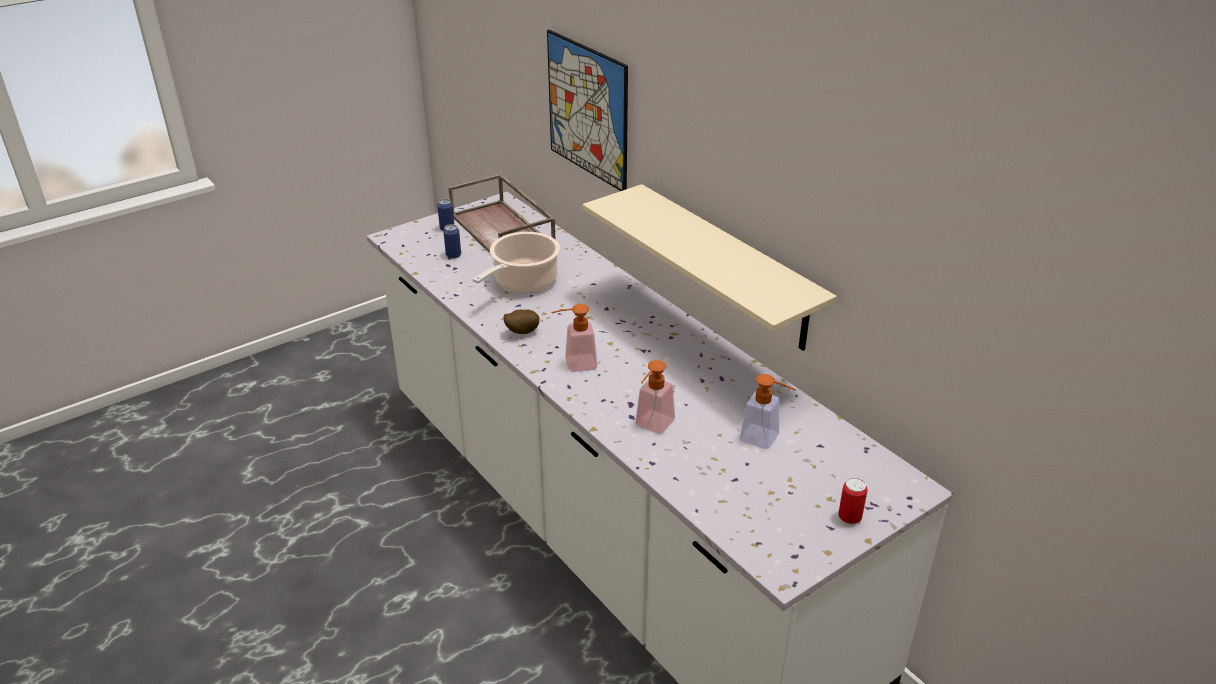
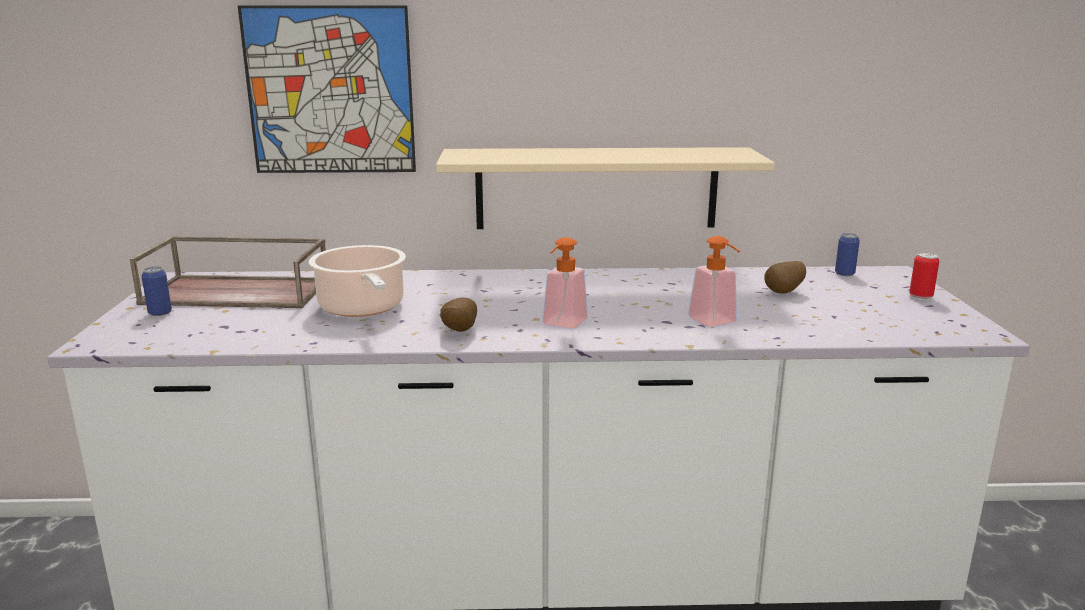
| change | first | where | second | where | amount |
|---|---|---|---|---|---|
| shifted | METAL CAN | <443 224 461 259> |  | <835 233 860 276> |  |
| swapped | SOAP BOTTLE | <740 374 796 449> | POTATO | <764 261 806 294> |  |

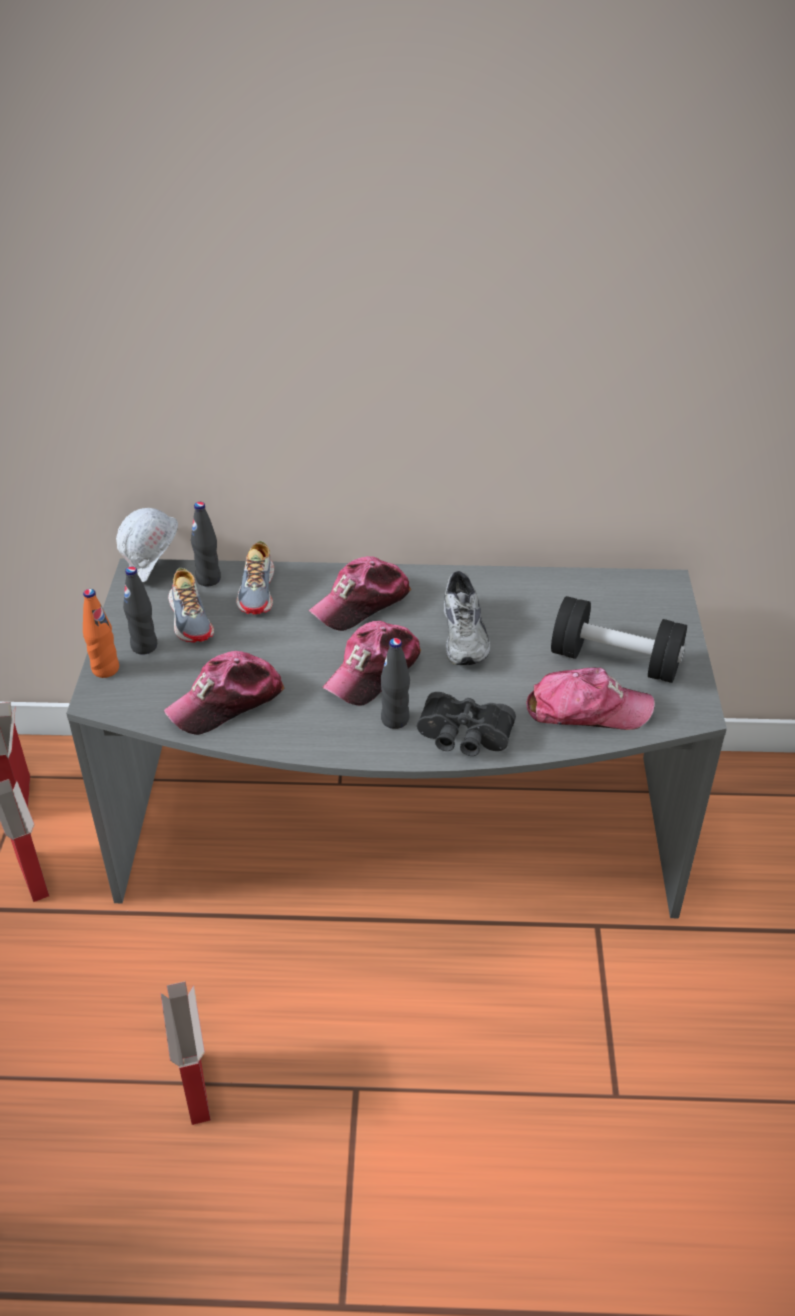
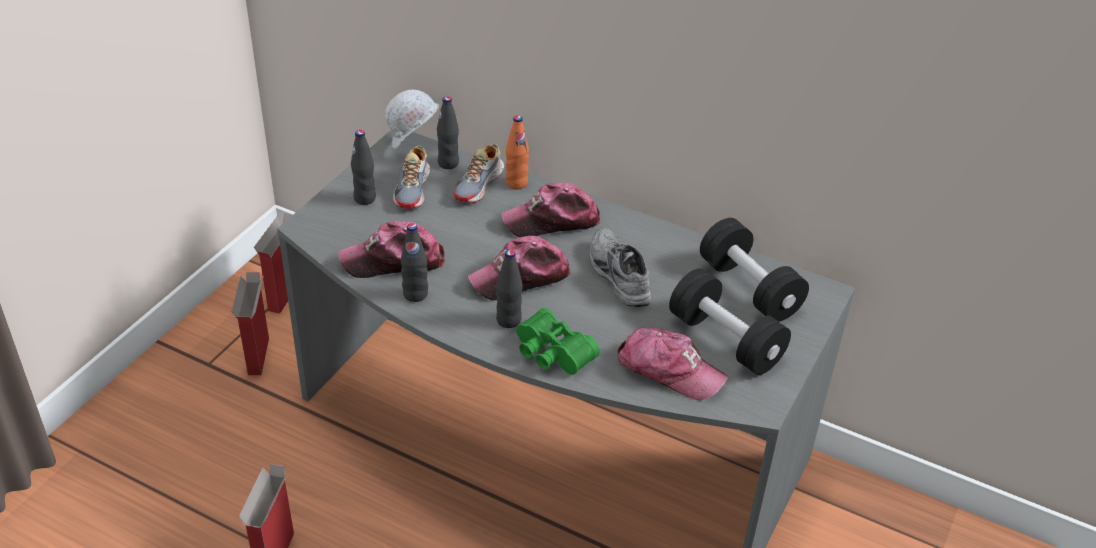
| change | first | where | second | where | amount |
|---|---|---|---|---|---|
| shifted | ORANGE BOTTLE | <83 589 119 678> |  | <506 115 529 189> |  |
| repainted | BLACK FIELD GLASSES | <417 692 516 756> | GREEN FIELD GLASSES | <516 308 600 375> |  |
| rotated | GREY SHOE | <444 571 490 665> |  | <589 228 651 307> | 135 degrees clockwise |
| new |  |  | BLACK BOTTLE | <401 223 428 302> |  |
| new |  |  | BLACK DUMBBELL | <700 218 809 322> |  |

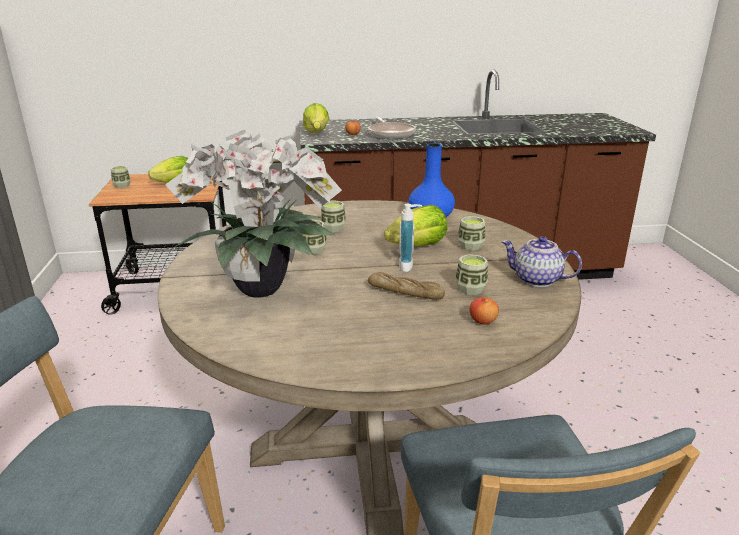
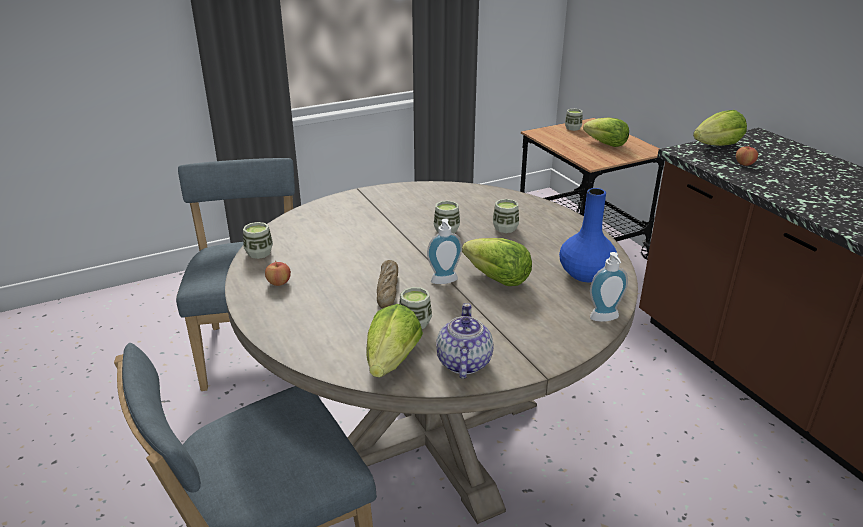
| change | first | where | second | where | amount |
|---|---|---|---|---|---|
| gone | PLANT IN A POT | <165 130 342 298> |  |  |  |
| gone | PAN | <368 117 416 139> |  |  |  |
| shifted | DRINKING CUP | <458 216 485 251> |  | <243 222 273 259> |  |
| shifted | APPLE FRUIT | <470 297 499 325> |  | <265 261 291 286> |  |
| new |  |  | LETTUCE | <366 304 423 377> |  |
| new |  |  | SOAP BOTTLE | <590 252 628 321> |  |

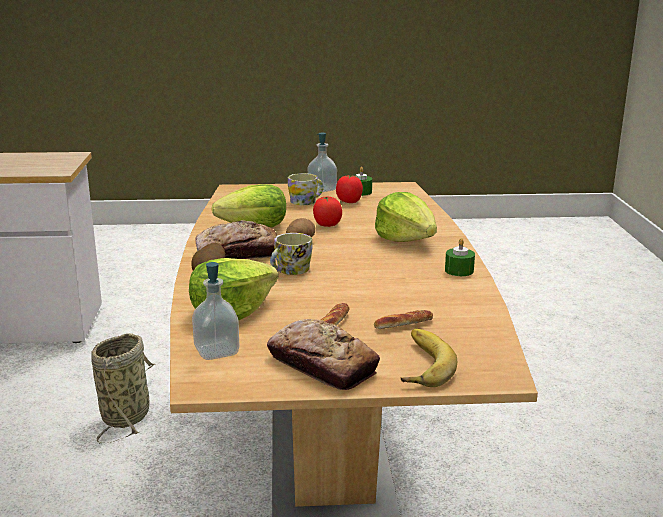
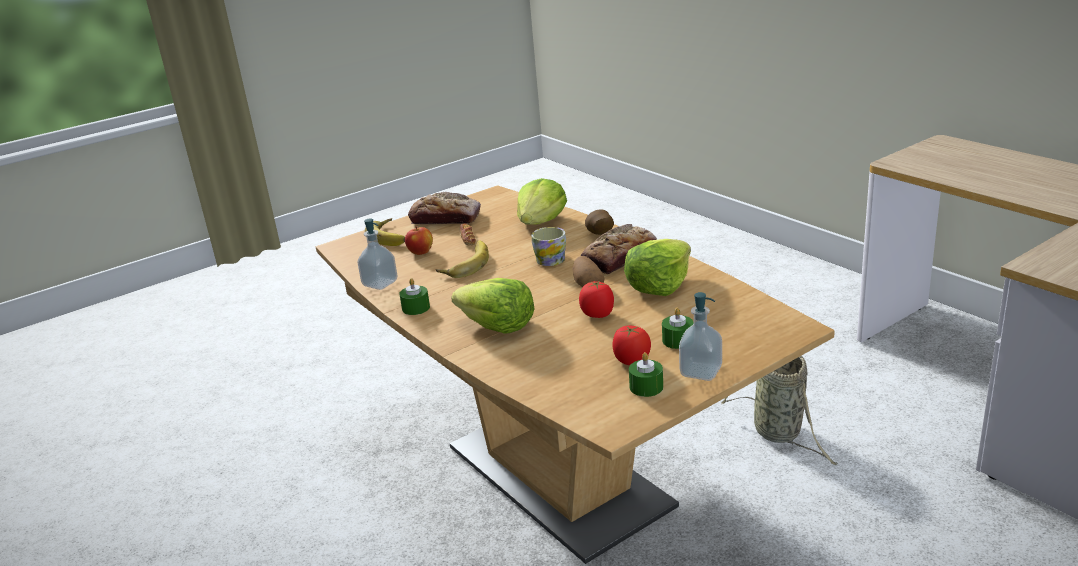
| change | first | where | second | where | amount |
|---|---|---|---|---|---|
| shifted | SOAP BOTTLE | <192 262 239 360> |  | <357 218 397 290> |  |
| swapped | TEA MUG | <288 173 324 205> | GREEN WAX CANDLE | <662 308 694 349> |  |
| swapped | BREAD | <374 310 433 329> | APPLE FRUIT | <405 226 433 255> |  |
| new |  |  | WHOLE BANANA | <436 240 489 278> |  |

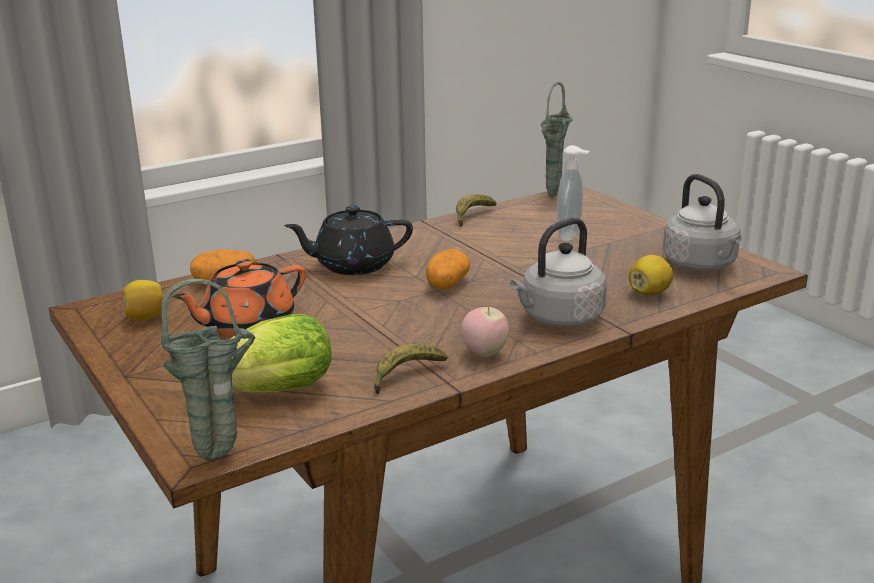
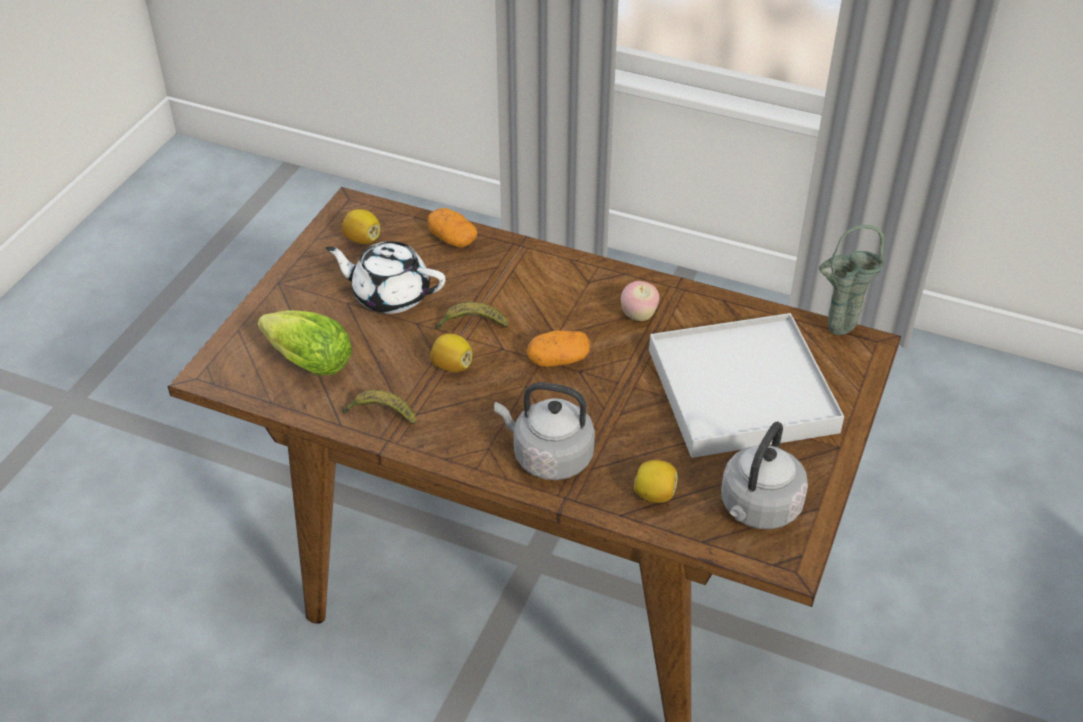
| change | first | where | second | where | amount |
|---|---|---|---|---|---|
| gone | GREEN VASE | <161 279 256 460> |  |  |  |
| repainted | ORANGE POT FOR TEA | <172 259 306 338> | WHITE-COLOURED POT FOR TEA | <326 241 446 314> |  |
| gone | BLACK POT FOR TEA | <284 205 413 275> |  |  |  |
| shifted | WHOLE BANANA | <456 194 497 227> |  | <435 302 508 330> |  |
| shifted | APPLE FRUIT | <461 306 509 357> |  | <621 281 659 321> |  |
| swapped | SOAP BOTTLE | <557 145 589 241> | WHITE-COLOURED TRAY | <649 313 844 458> |  |
| new |  |  | CITRUS FRUIT | <430 333 472 372> |  |

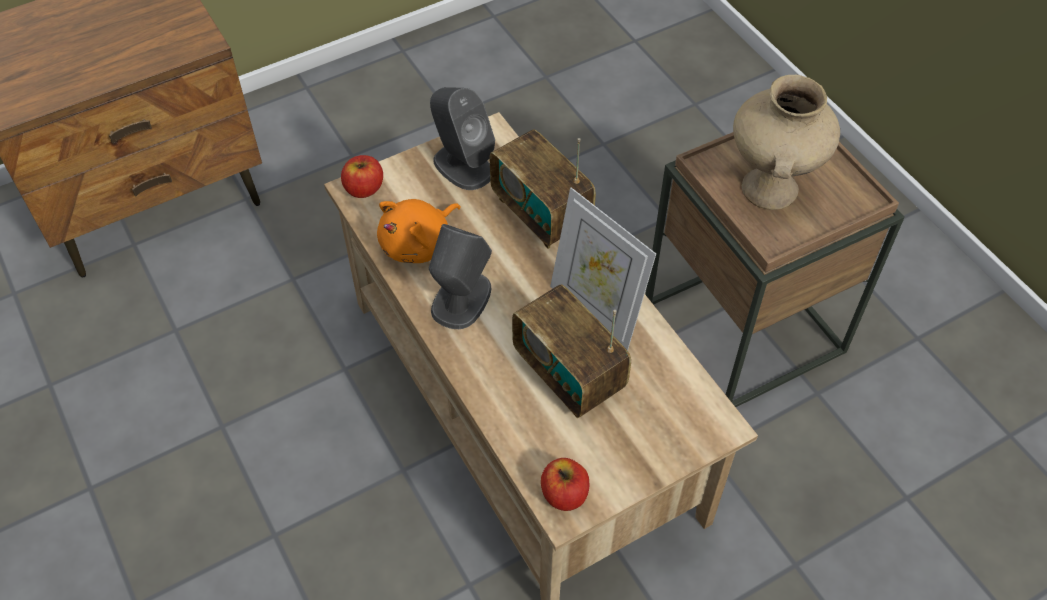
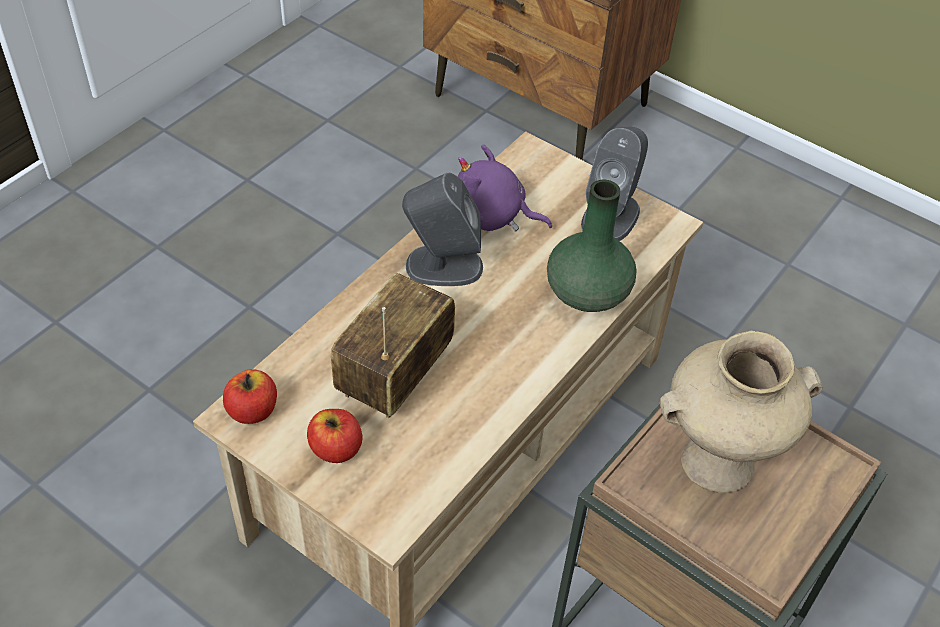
| change | first | where | second | where | amount |
|---|---|---|---|---|---|
| shifted | APPLE FRUIT | <341 155 383 198> |  | <307 409 363 463> |  |
| repainted | ORANGE PLUSH TOY | <377 199 460 263> | PURPLISH PLUSH TOY | <458 145 552 232> |  |
| swapped | RADIO SET | <490 129 596 249> | GREEN VASE | <547 180 636 312> |  |
| gone | PICTURE FRAME | <550 188 656 351> |  |  |  |

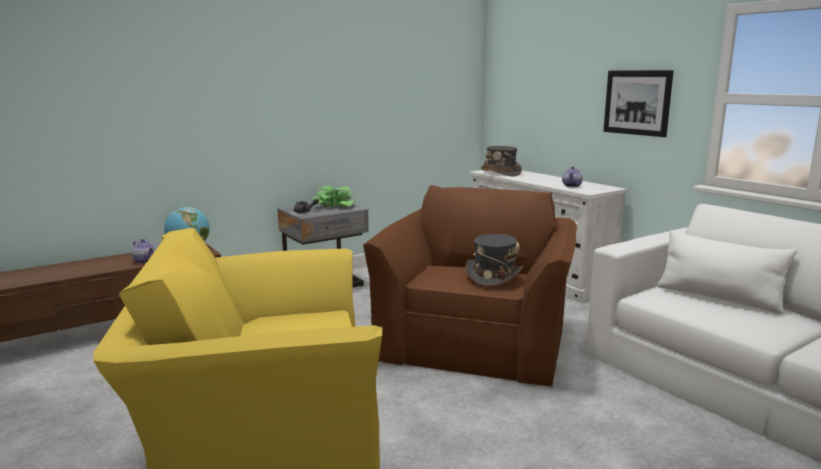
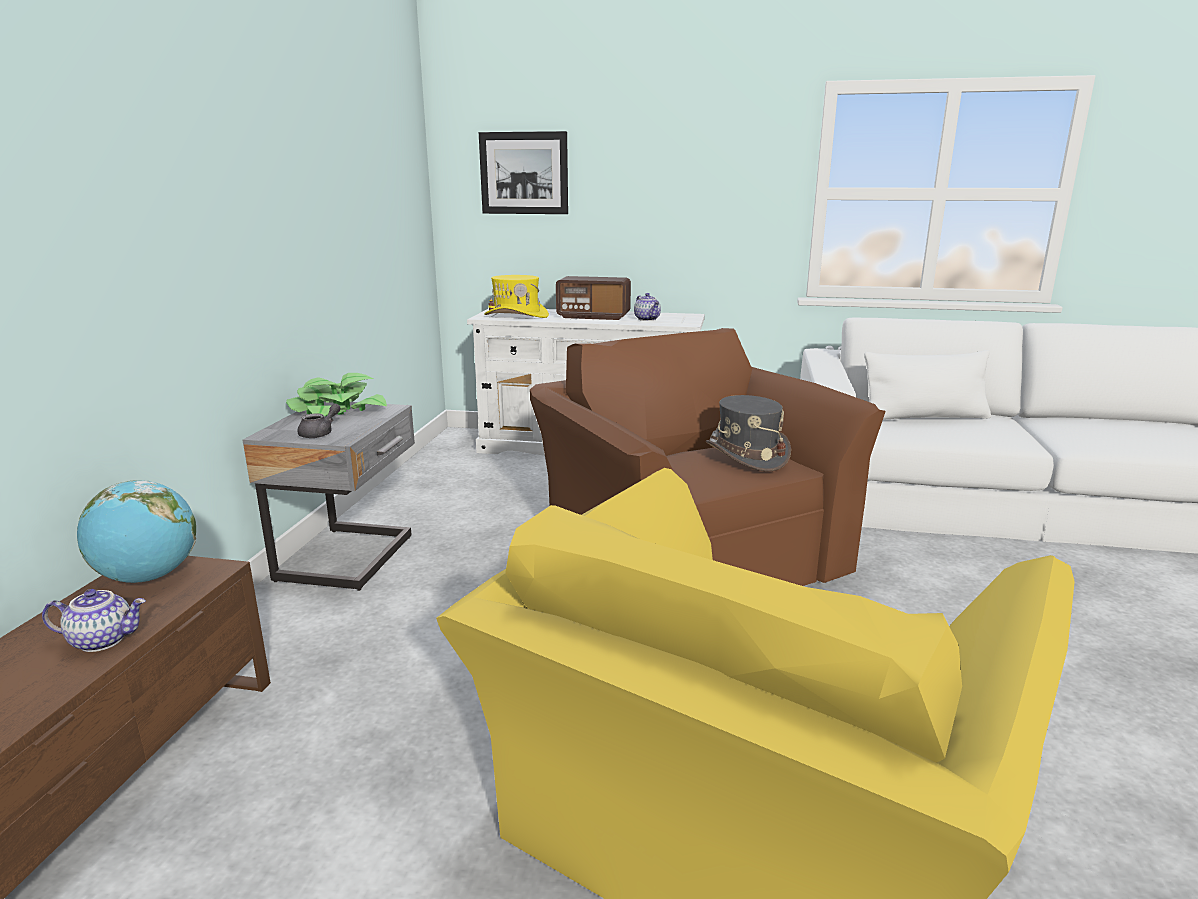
| change | first | where | second | where | amount |
|---|---|---|---|---|---|
| repainted | GREY HAT | <481 146 522 177> | YELLOW HAT | <484 275 549 318> |  |
| shifted | PICTURE | <603 70 674 137> |  | <479 131 568 214> |  |
| new |  |  | RADIO SET | <556 276 631 320> |  |

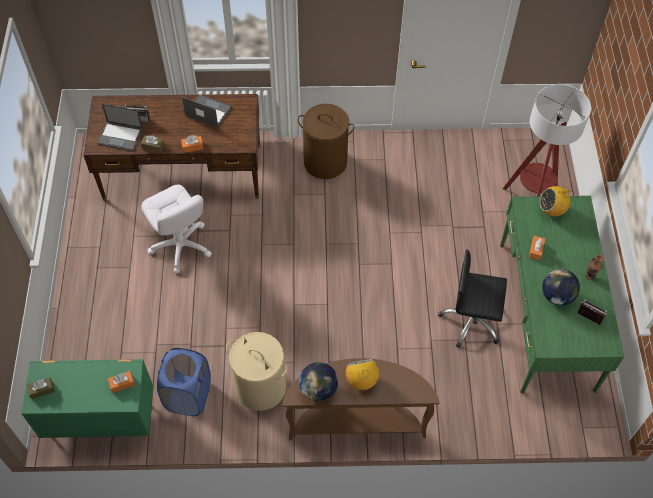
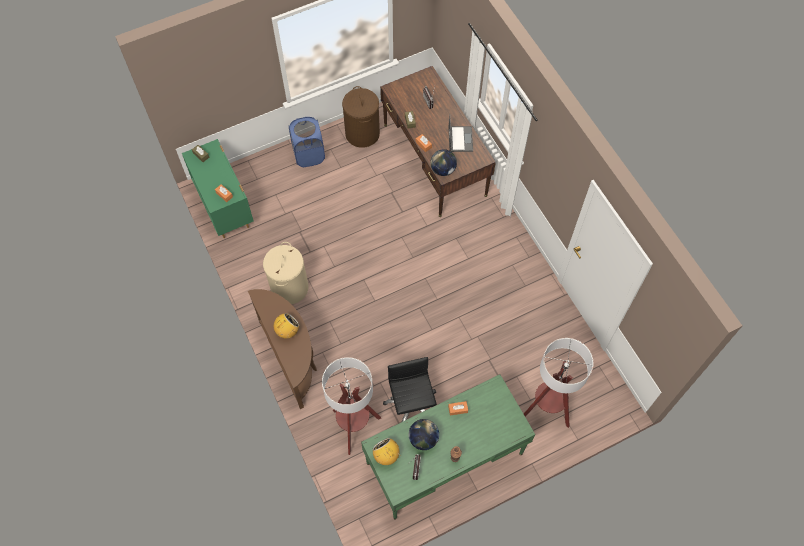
| change | first | where | second | where | amount |
|---|---|---|---|---|---|
| gone | PORTABLE COMPUTER | <97 104 143 151> |  |  |  |
| gone | WHITE-COLOURED DESK CHAIR | <141 184 212 274> |  |  |  |
| shifted | BLUE HAMPER | <157 348 211 416> |  | <289 117 325 167> |  |
| shifted | BROWN HAMPER | <298 104 354 179> |  | <342 86 380 148> |  |
| shifted | GLOBE | <299 362 338 402> |  | <430 149 457 176> |  |
| shifted | RADIO SET | <539 186 571 216> |  | <373 438 401 465> |  |
| new |  |  | STANDING LAMP | <322 357 381 455> |  |

